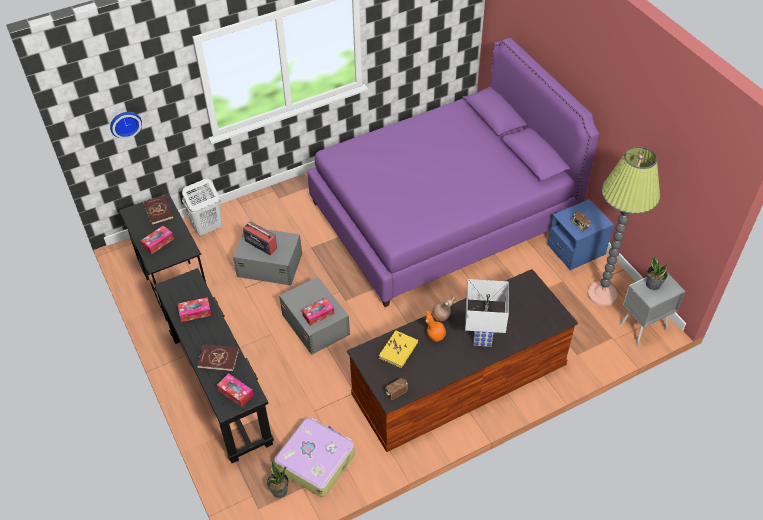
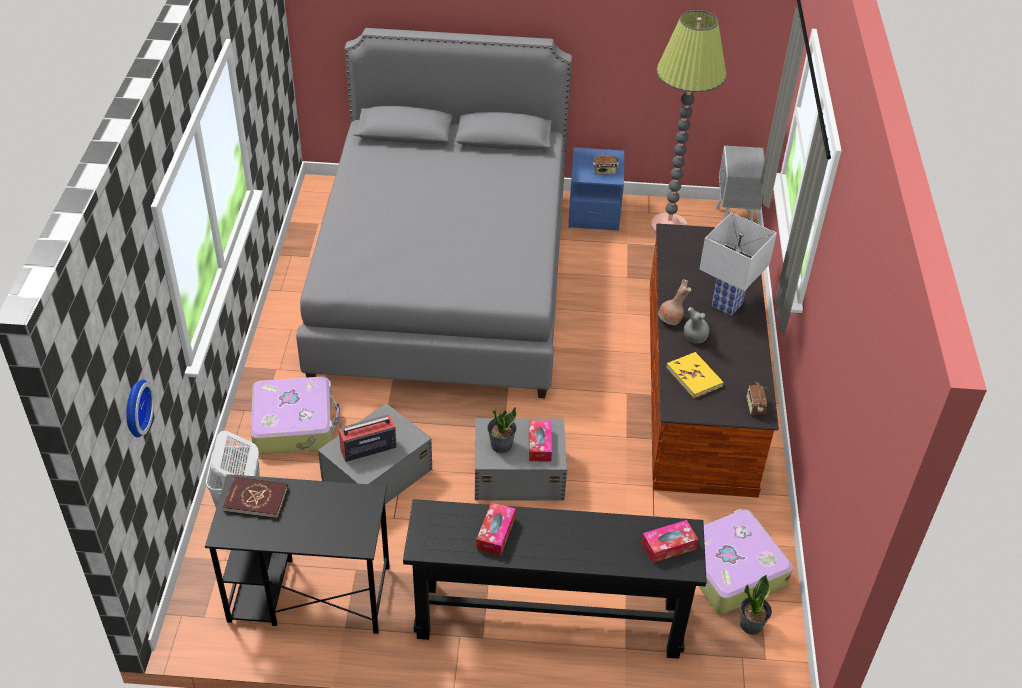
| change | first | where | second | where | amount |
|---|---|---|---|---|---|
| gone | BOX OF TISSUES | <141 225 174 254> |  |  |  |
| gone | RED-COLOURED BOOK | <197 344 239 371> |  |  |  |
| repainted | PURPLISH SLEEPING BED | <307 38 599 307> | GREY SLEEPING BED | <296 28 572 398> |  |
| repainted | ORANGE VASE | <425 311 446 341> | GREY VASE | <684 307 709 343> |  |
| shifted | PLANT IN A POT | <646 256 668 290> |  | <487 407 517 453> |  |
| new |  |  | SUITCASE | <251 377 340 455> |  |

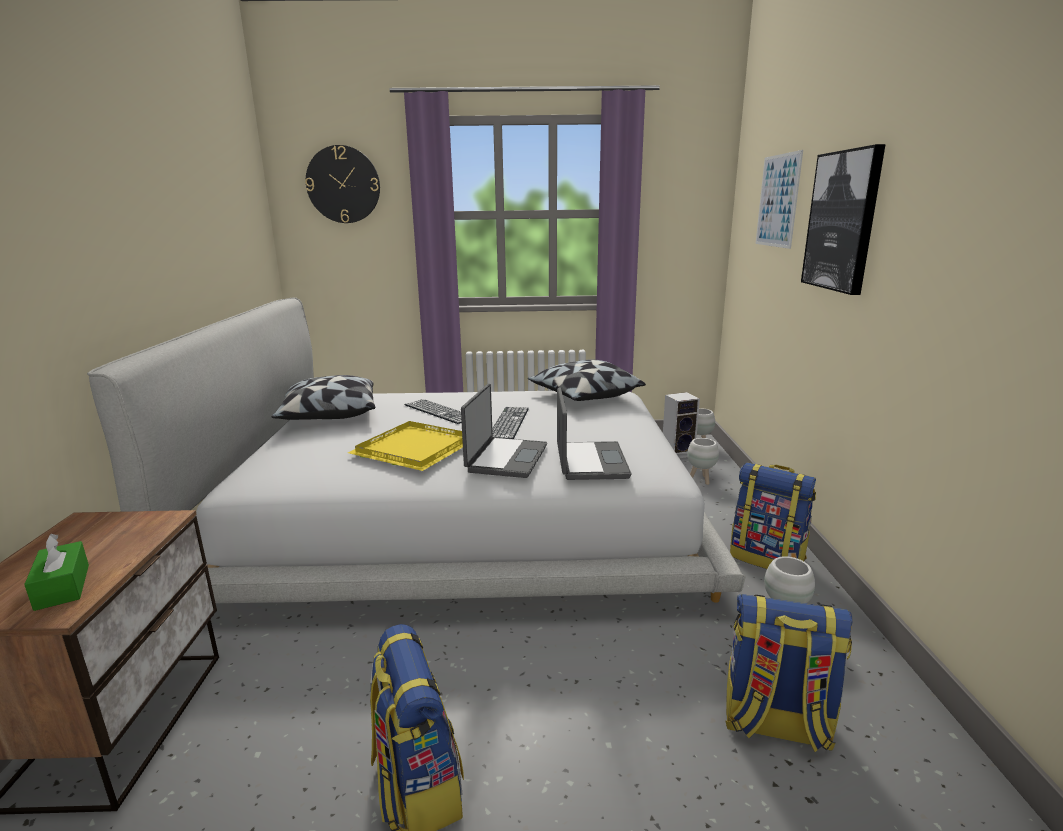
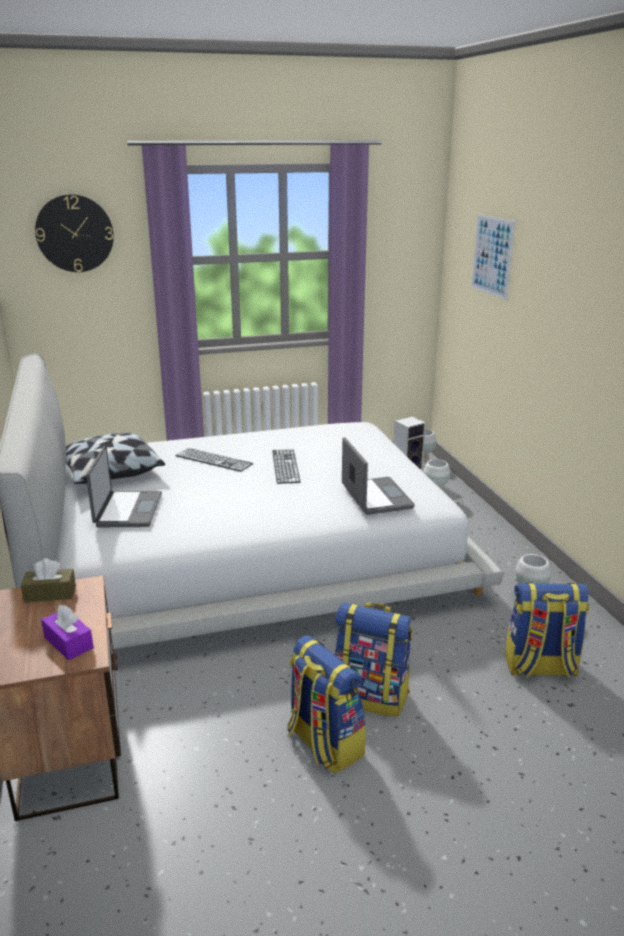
| change | first | where | second | where | amount |
|---|---|---|---|---|---|
| repainted | GREEN BOX OF TISSUES | <24 534 89 611> | PURPLISH BOX OF TISSUES | <41 605 94 660> |  |
| gone | YELLOW TRAY | <348 421 463 471> |  |  |  |
| shifted | PORTABLE COMPUTER | <461 384 547 478> |  | <86 446 162 527> |  |
| gone | PILLOW | <528 359 646 401> |  |  |  |
| shifted | RUCKSACK | <730 462 816 569> |  | <335 602 412 717> |  |
| gone | PICTURE | <801 144 886 295> |  |  |  |
| new |  |  | BROWN BOX OF TISSUES | <21 558 76 602> |  |

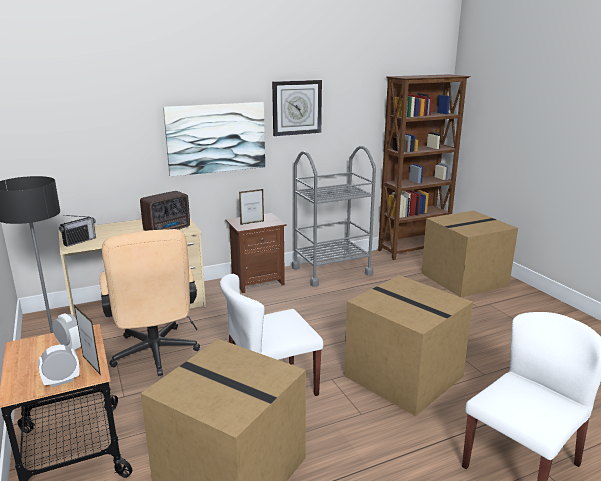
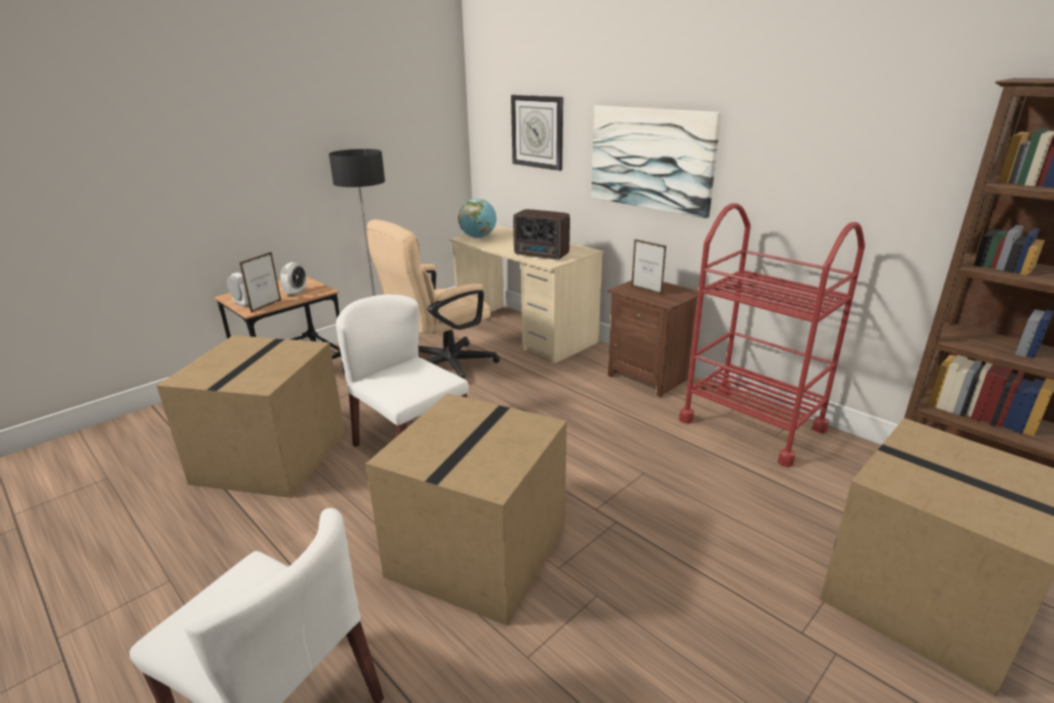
| change | first | where | second | where | amount |
|---|---|---|---|---|---|
| swapped | RADIO SET | <59 215 96 247> | GLOBE | <458 198 496 238> |  |
| shifted | CLOCK ON THE WALL | <272 80 322 136> |  | <511 95 563 171> |  |
| repainted | GREY TROLLEY | <292 146 376 287> | RED-COLOURED TROLLEY | <679 203 865 467> |  |

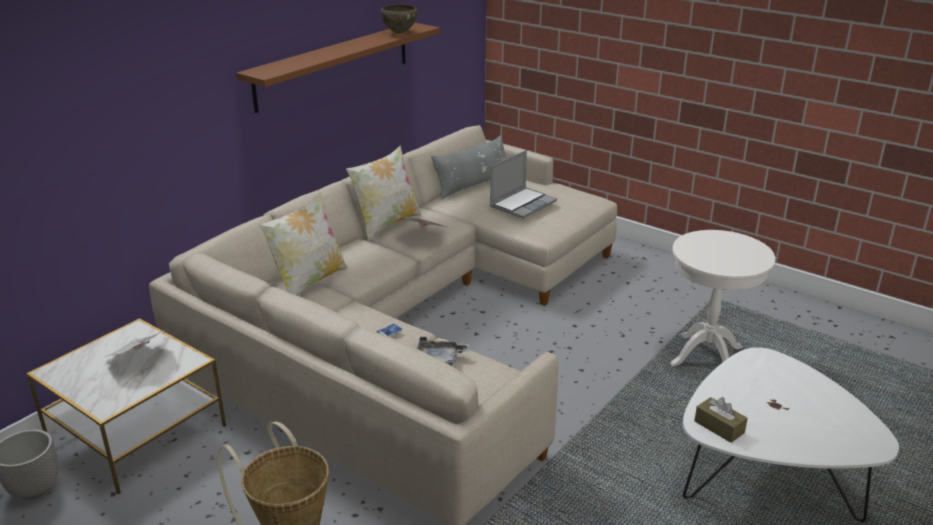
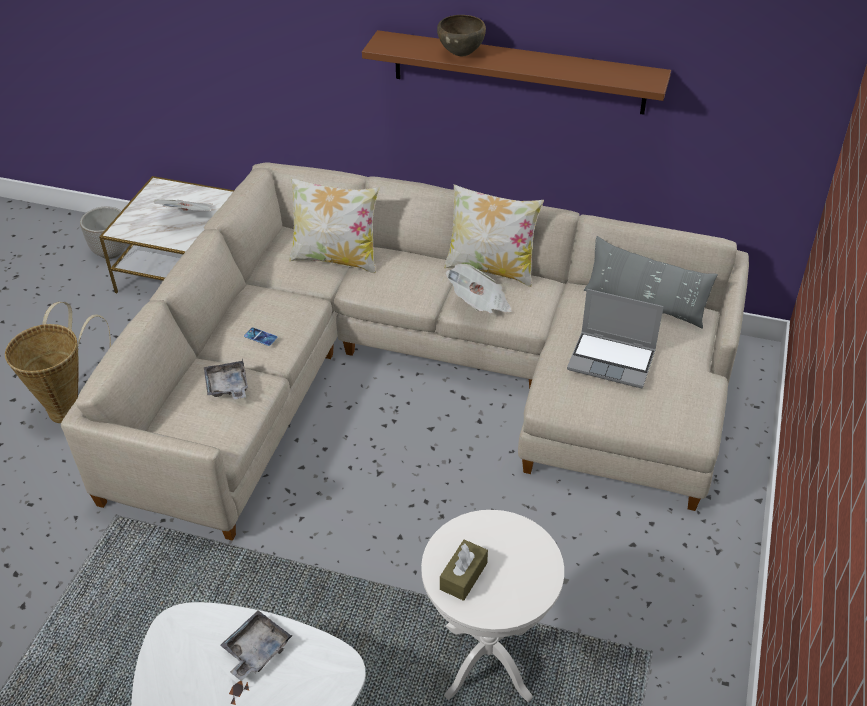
| change | first | where | second | where | amount |
|---|---|---|---|---|---|
| shifted | BROWN BOWL | <381 4 417 33> |  | <437 15 486 57> |  |
| shifted | BROWN BOX OF TISSUES | <694 397 748 443> |  | <440 540 488 601> |  |
| new |  |  | GREY TRAY | <220 610 292 681> |  |

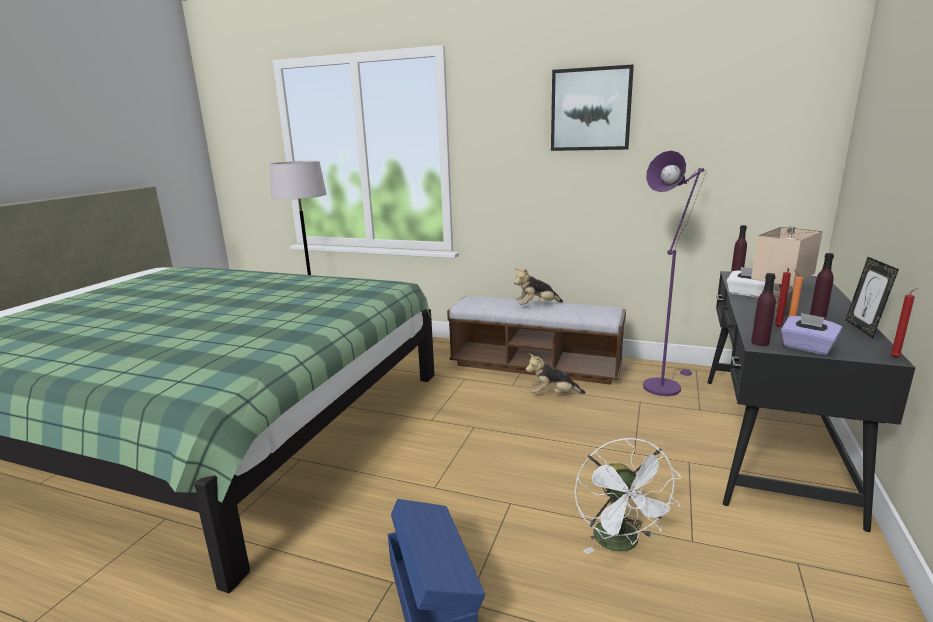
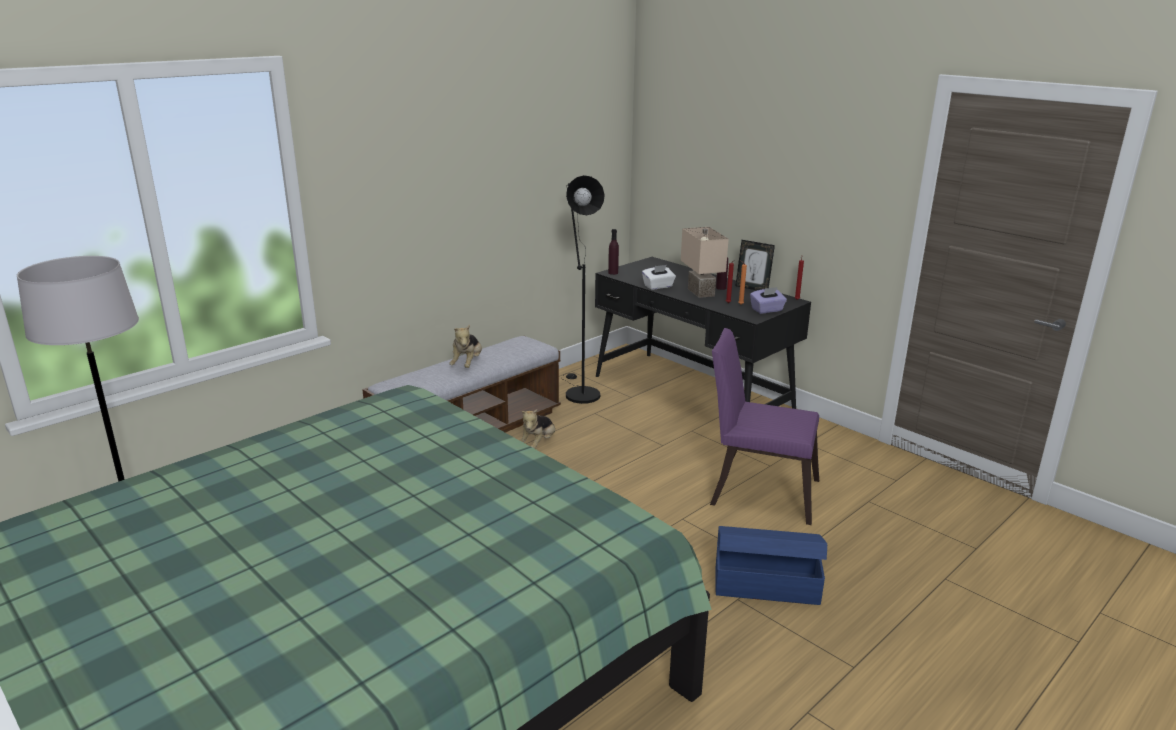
| change | first | where | second | where | amount |
|---|---|---|---|---|---|
| gone | PICTURE | <551 64 634 151> |  |  |  |
| swapped | WHITE-COLOURED FAN | <575 438 681 554> | PURPLISH UPRIGHT CHAIR | <710 328 819 525> |  |
| repainted | PURPLISH STANDING LAMP | <643 151 706 396> | BLACK STANDING LAMP | <561 175 605 404> |  |
| gone | PURPLISH BOTTLE | <751 273 776 346> |  |  |  |

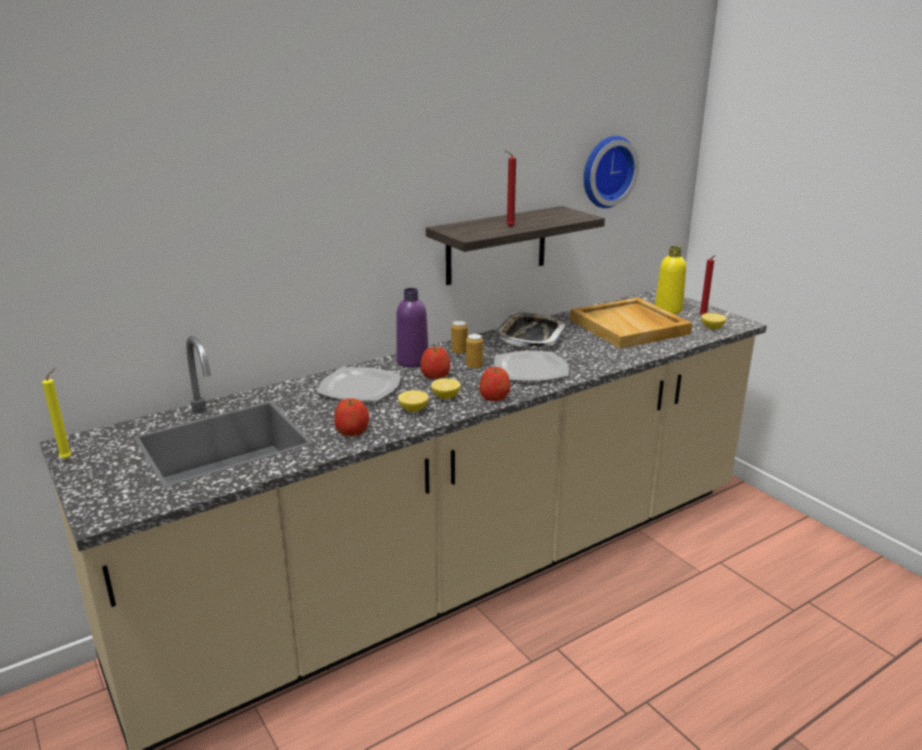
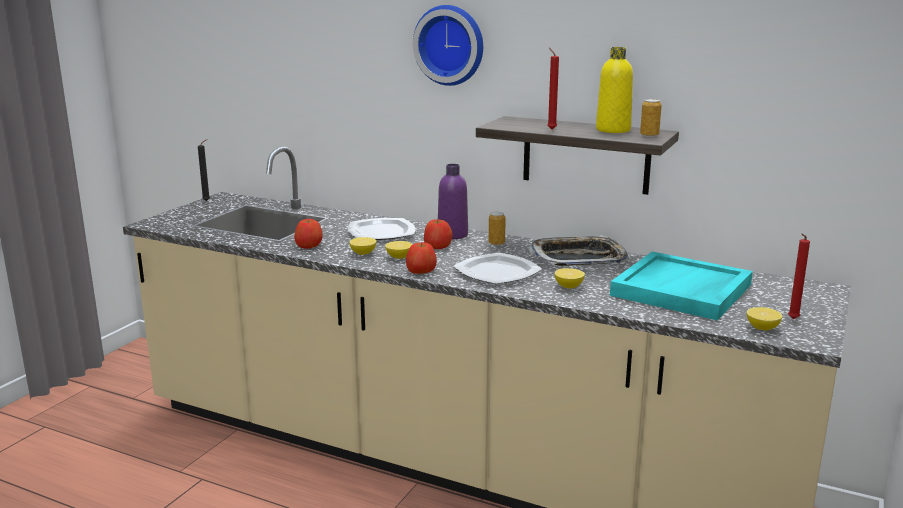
| change | first | where | second | where | amount |
|---|---|---|---|---|---|
| repainted | YELLOW WAX CANDLE | <42 368 72 459> | BLACK WAX CANDLE | <198 139 210 201> |  |
| shifted | METAL CAN | <466 334 483 369> |  | <640 99 662 137> |  |
| repainted | BEIGE-COLOURED TRAY | <570 297 692 349> | TURQUOISE-COLOURED TRAY | <610 252 753 321> |  |
| shifted | CLOCK ON THE WALL | <584 136 639 208> |  | <413 5 483 86> |  |
| shifted | YELLOW BOTTLE | <655 246 686 314> |  | <596 47 633 133> |  |
| new |  |  | CITRUS FRUIT | <554 268 585 288> |  |

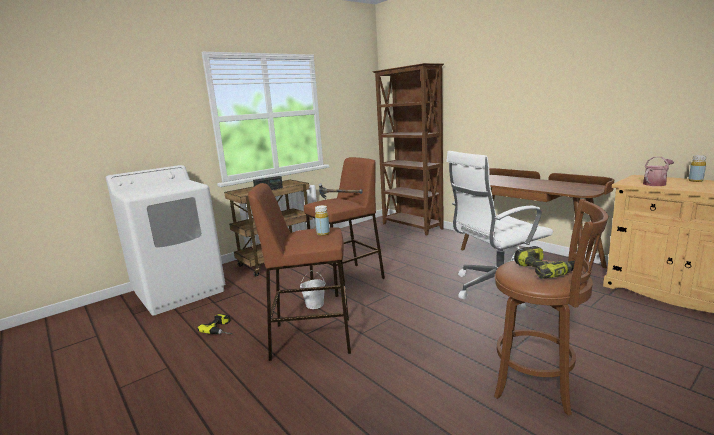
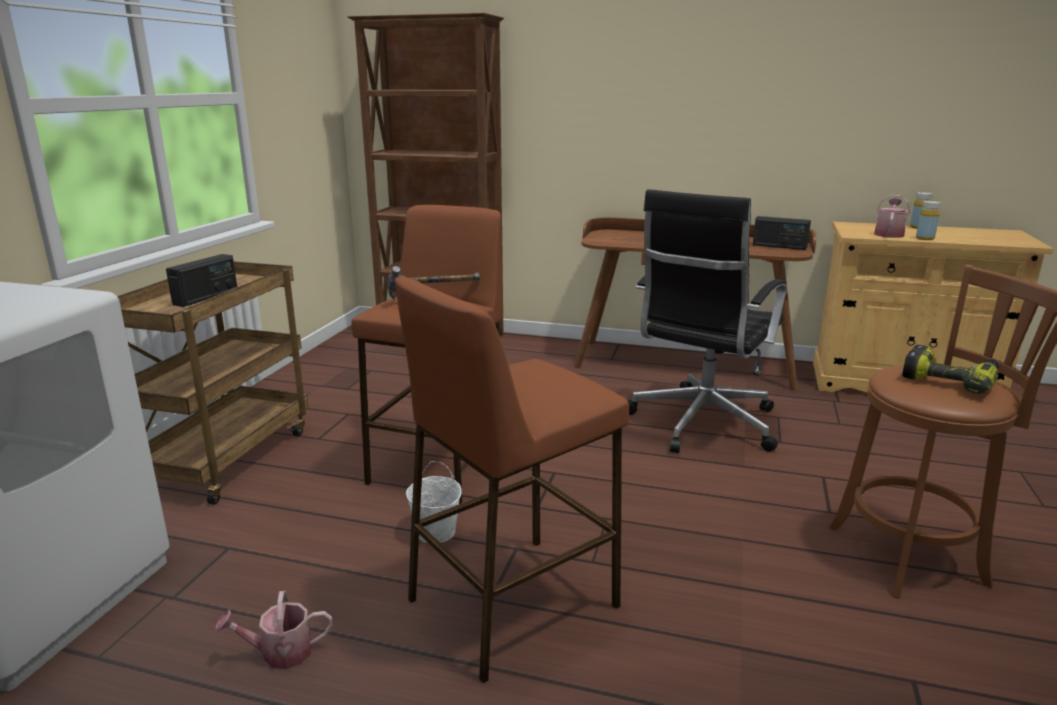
| change | first | where | second | where | amount |
|---|---|---|---|---|---|
| swapped | ELECTRIC DRILL | <197 314 232 334> | WATERING CAN | <215 591 332 669> |  |
| shifted | YELLOW BOTTLE | <315 205 330 236> |  | <916 201 941 240> |  |
| repainted | WHITE-COLOURED DESK CHAIR | <447 151 553 311> | BLACK DESK CHAIR | <628 189 787 453> |  |
| new |  |  | RADIO SET | <753 216 811 250> |  |

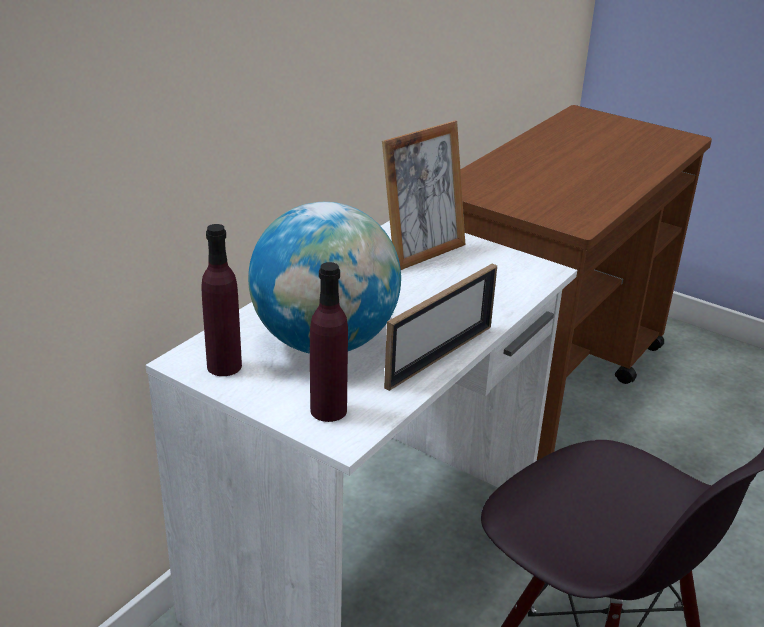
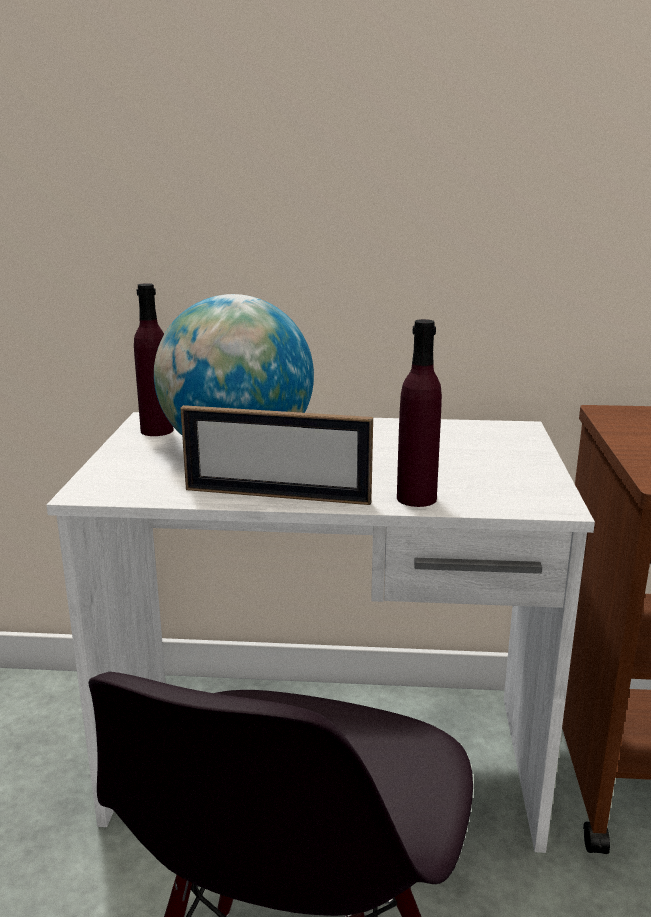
| change | first | where | second | where | amount |
|---|---|---|---|---|---|
| shifted | PURPLISH BOTTLE | <310 262 348 422> |  | <397 319 442 507> |  |
| gone | PICTURE FRAME | <382 121 465 270> |  |  |  |

